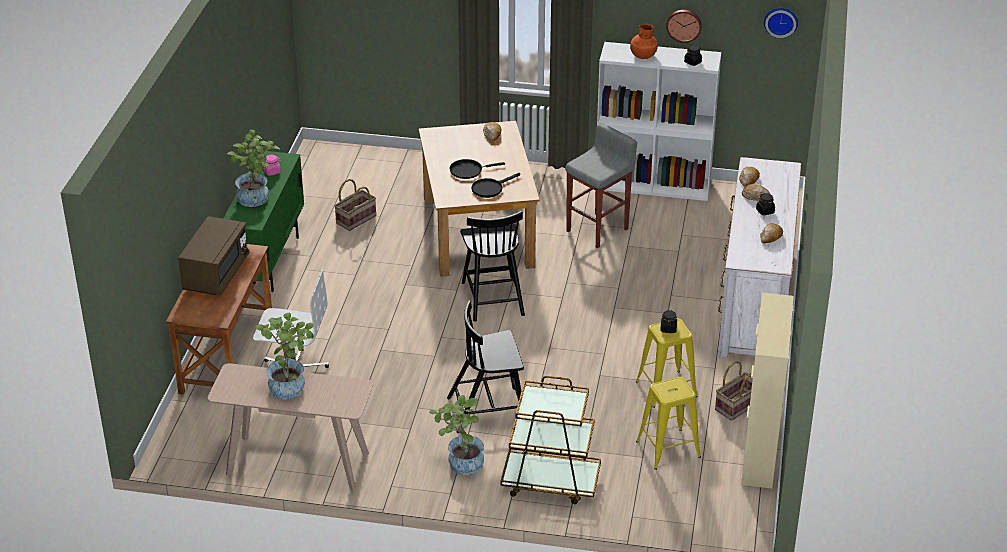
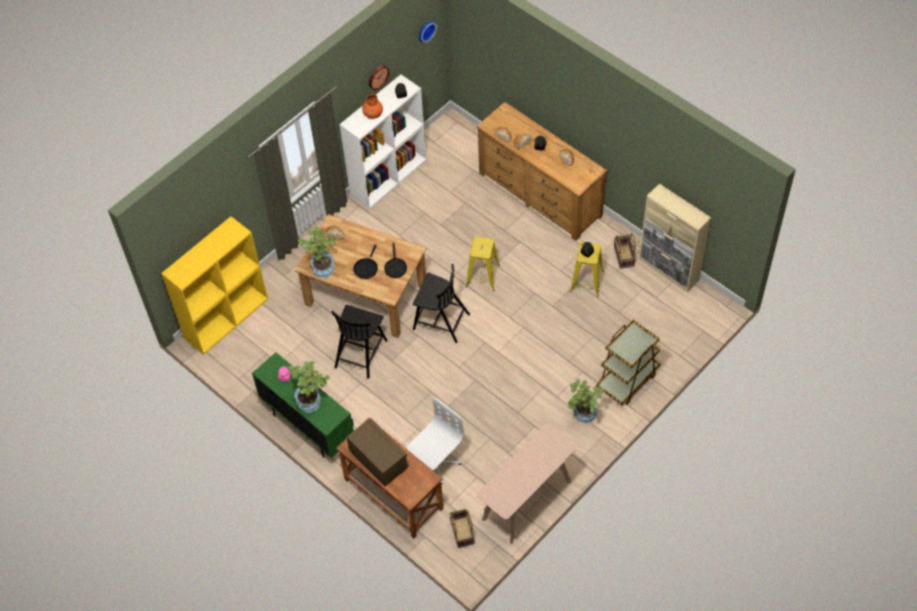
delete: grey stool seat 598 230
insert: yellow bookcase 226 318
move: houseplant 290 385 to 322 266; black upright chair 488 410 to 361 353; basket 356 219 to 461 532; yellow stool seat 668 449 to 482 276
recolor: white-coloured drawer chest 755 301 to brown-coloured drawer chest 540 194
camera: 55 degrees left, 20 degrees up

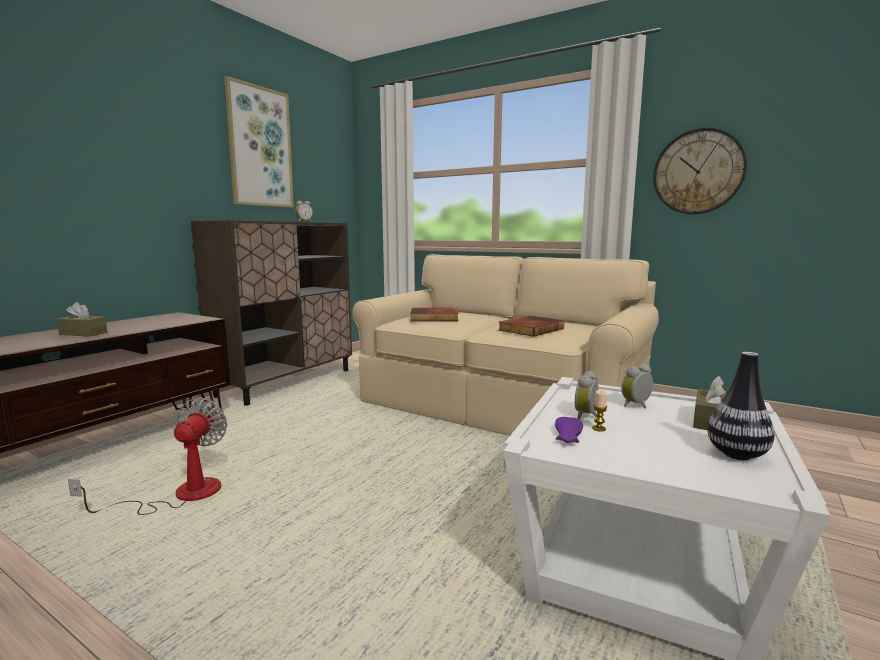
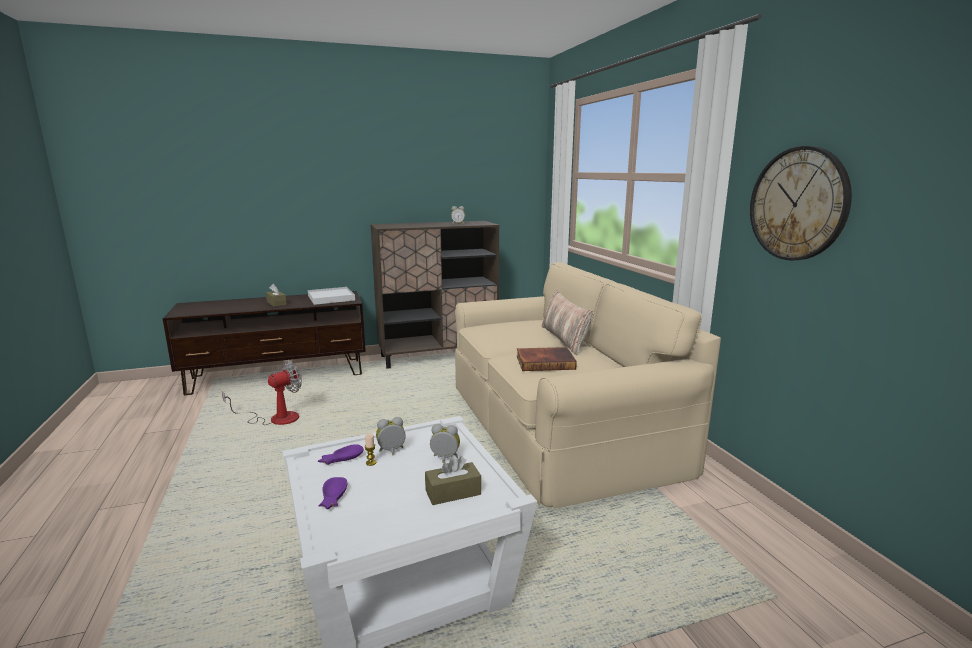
delete: wall picture 260 147; book 434 318; decorative vase 736 455
insert: white-coloured carrying tray 331 298; purplish serving bowl 332 498; pillow 564 339
camera: 40 degrees right, 5 degrees up

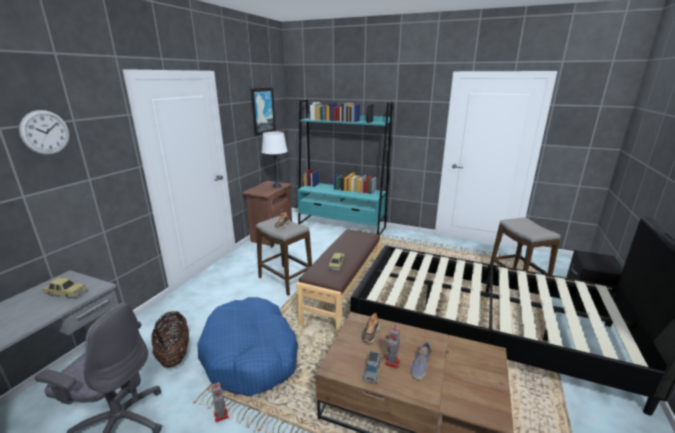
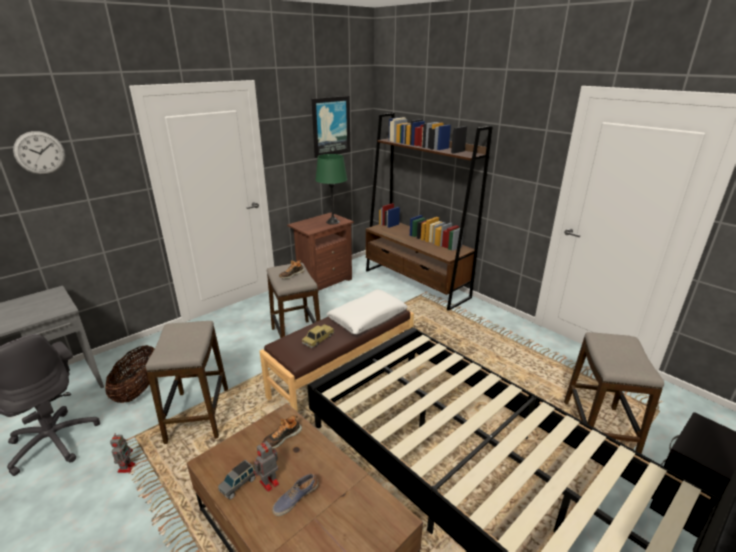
delete: model car 65 293
insert: white-coloured pillow 367 318
replace: blue-coloured dog cushion 251 354 to stool seat 198 415
recolor: white-coloured tabletop lamp 277 186 to green-coloured tabletop lamp 333 222; turquoise-coloured bookcase 341 226 to brown-coloured bookcase 416 284
camera: 25 degrees right, 5 degrees up

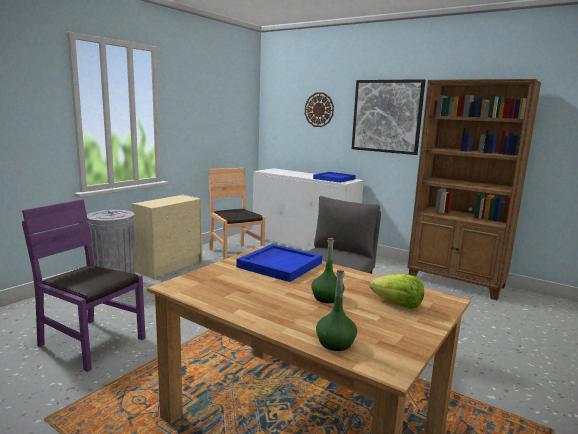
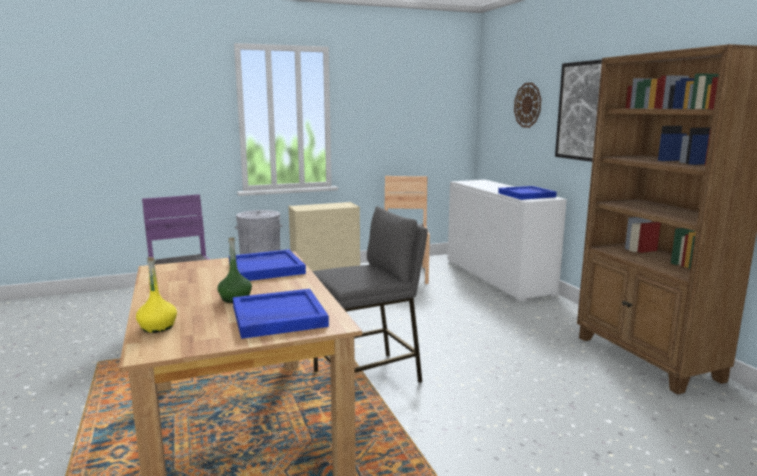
replace: lettuce 397 305 to blue-coloured carrying tray 278 317
recolor: green-coloured drink bottle 335 343 to yellow drink bottle 158 327
camera: 35 degrees right, 0 degrees up

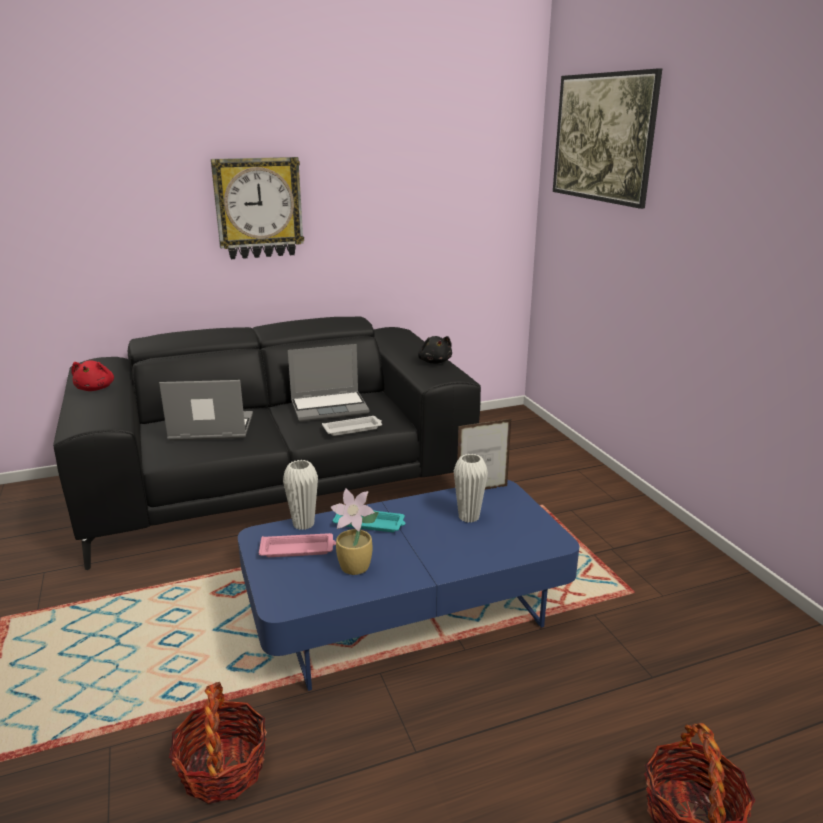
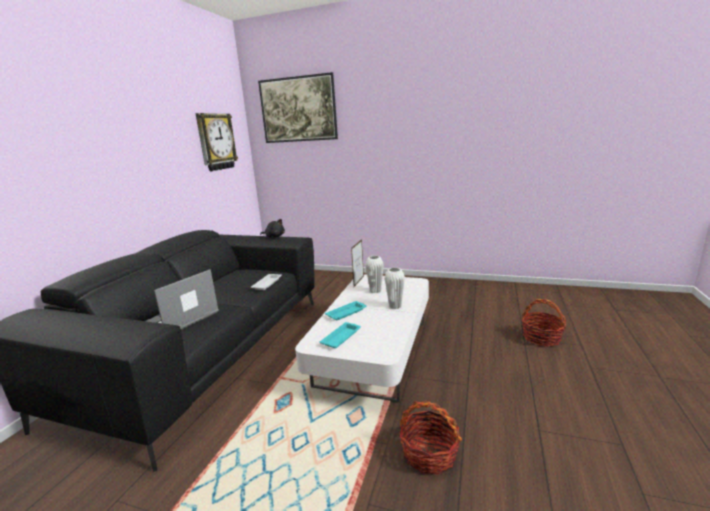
delete: reddish plush toy 96 388; laptop 330 407; houseplant 356 568
move: hanging clock 258 208 to 216 142; white-coloured decorative vase 303 524 to 395 306
recolor: blue-coloured coffee table 406 611 to white-coloured coffee table 374 352; pink-coloured carrying tray 298 549 to turquoise-coloured carrying tray 341 337
camera: 50 degrees left, 5 degrees down

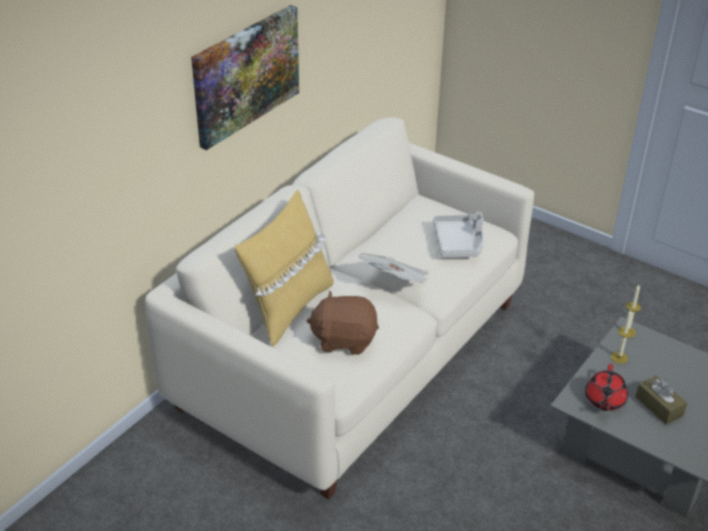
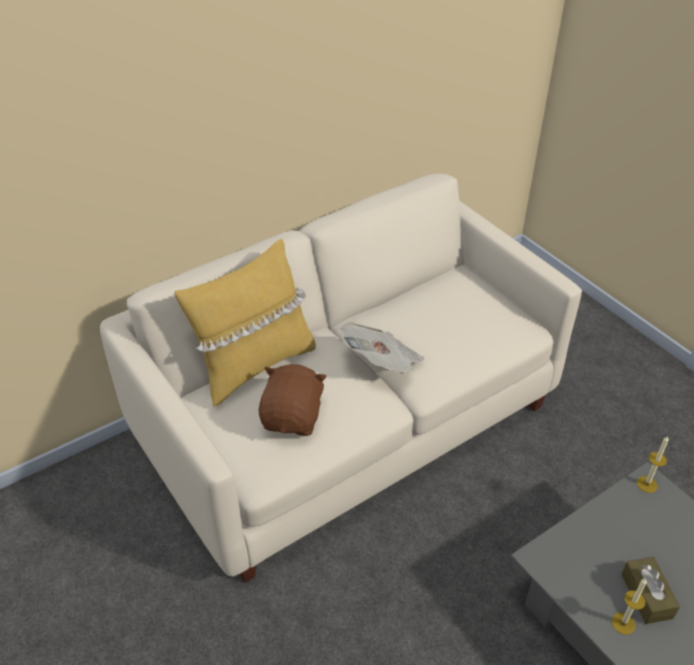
delete: wall picture 245 75; grey carrying tray 459 243; reddish teapot 604 400
move: candle 619 357 to 623 623
rotate: brown-coloured plush toy 344 339 = 293 417 75 degrees clockwise
camera: 20 degrees right, 5 degrees up

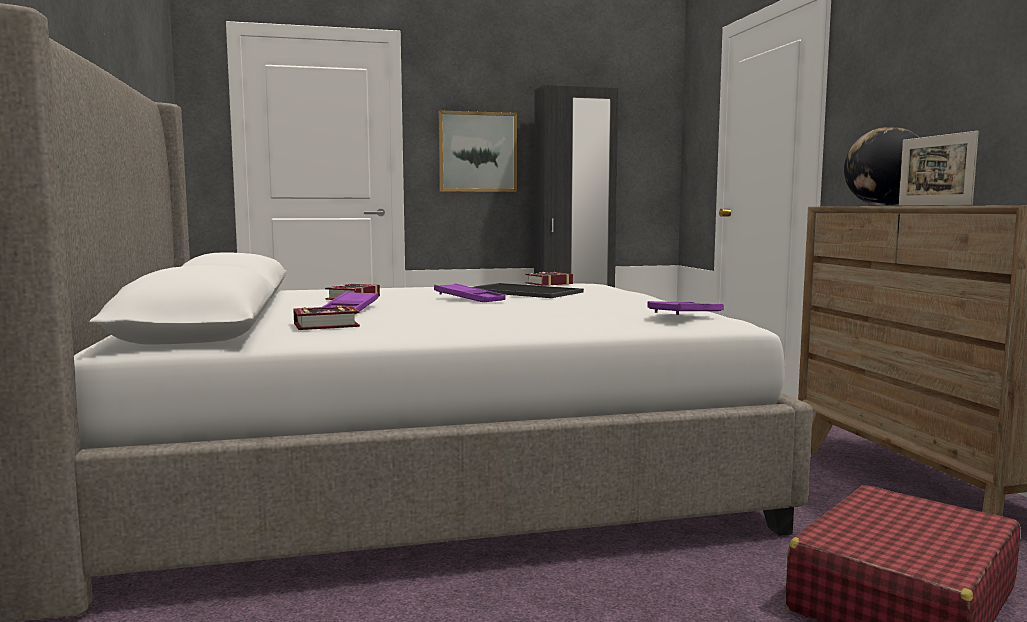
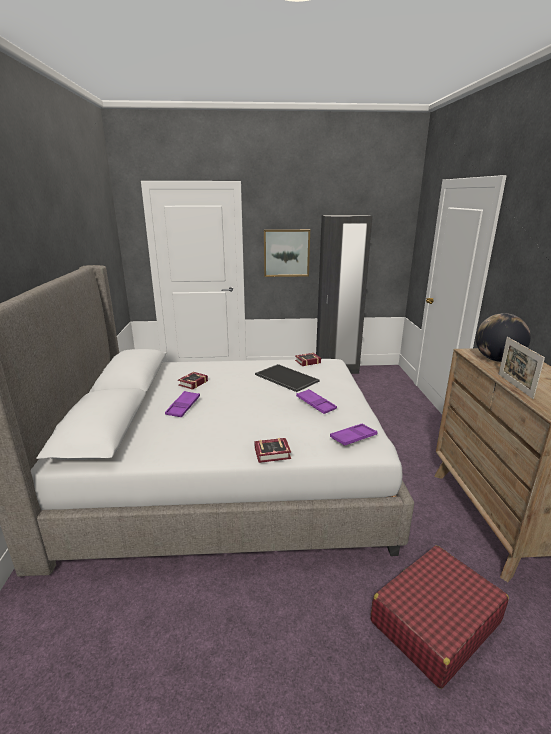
move: book 329 325 to 274 454; purplish carrying tray 469 299 to 316 404
camera: 10 degrees right, 15 degrees up

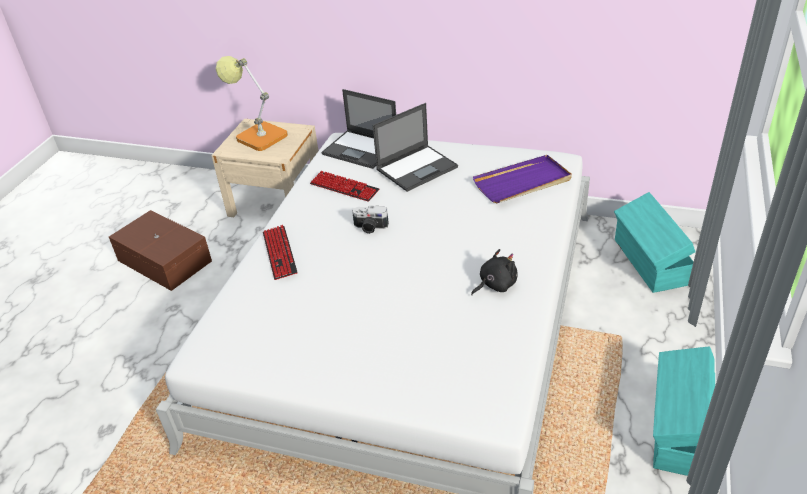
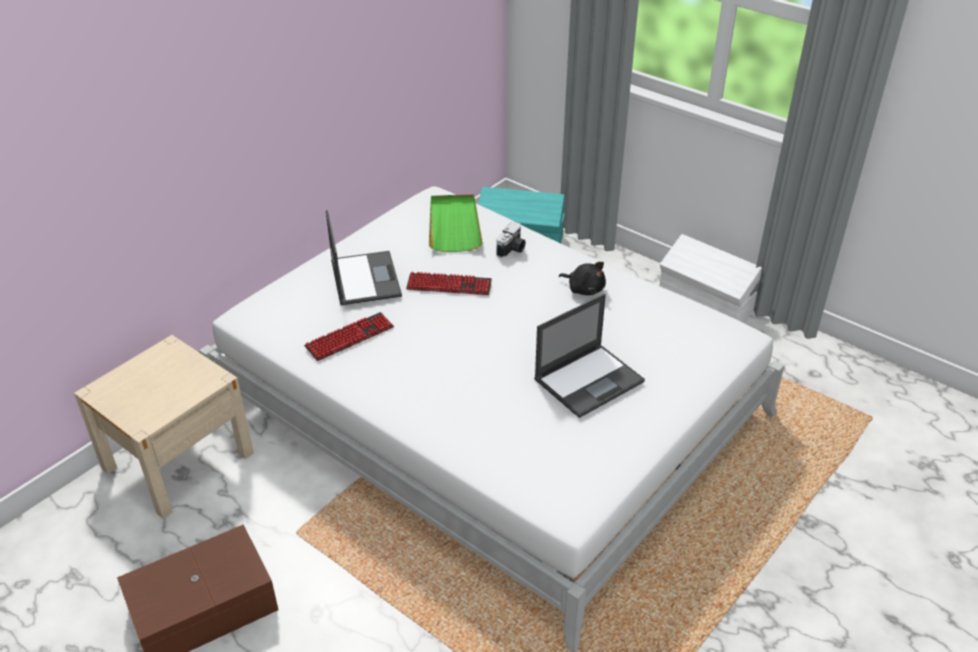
delete: tabletop lamp 257 135
move: PC keyboard 279 253 to 449 285; photo camera 370 228 to 512 249; laptop 361 149 to 589 380
recolor: purplish carrying tray 523 182 to green-coloured carrying tray 454 225; turquoise-coloured storage bin 679 430 to white-coloured storage bin 706 302
rotate: black plush toy 495 284 = 584 289 135 degrees clockwise
camera: 70 degrees left, 0 degrees up

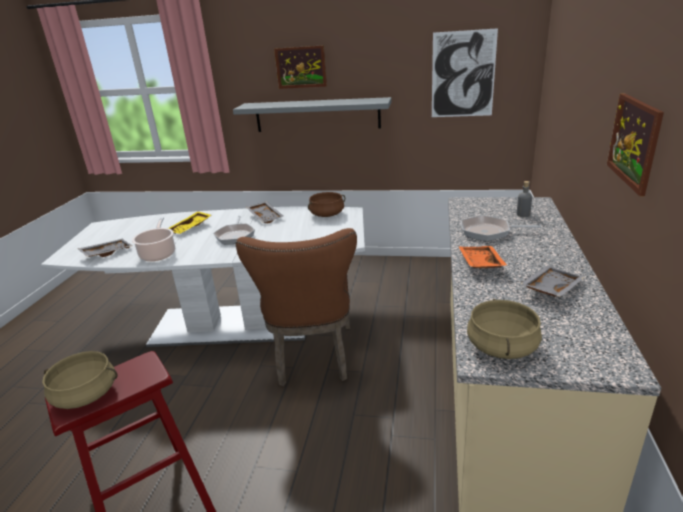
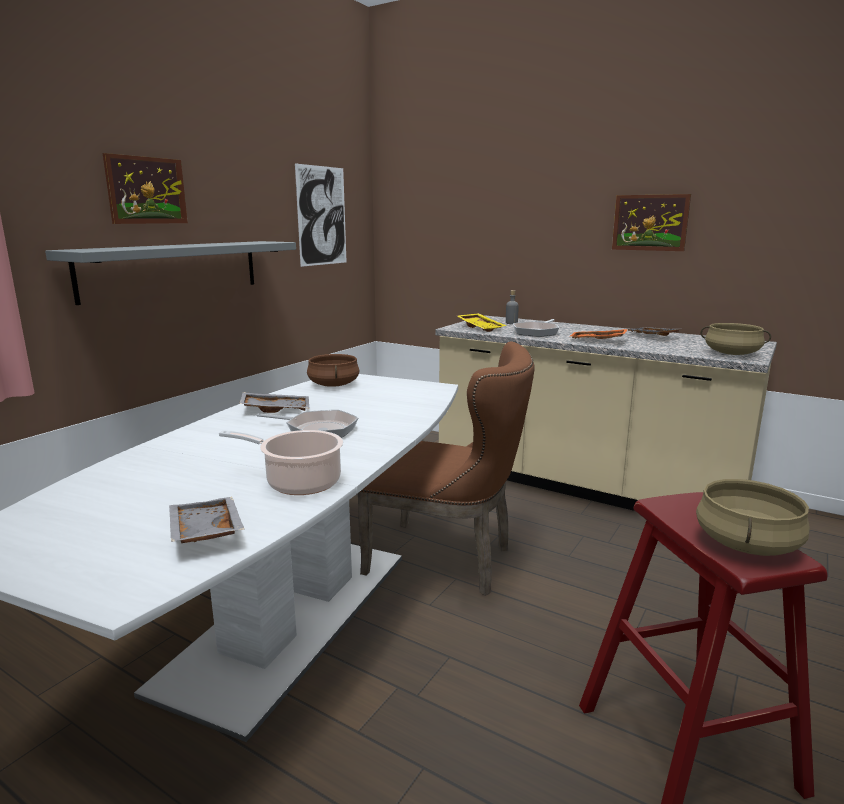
move: yellow carrying tray 191 228 to 481 328
camera: 70 degrees left, 10 degrees down

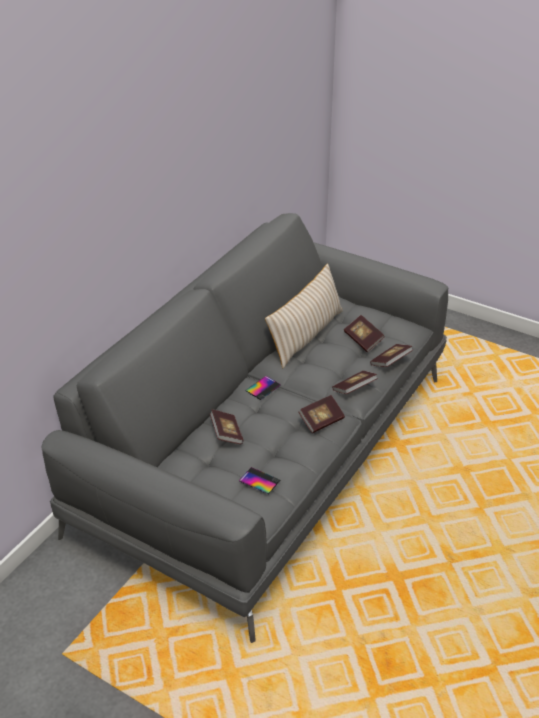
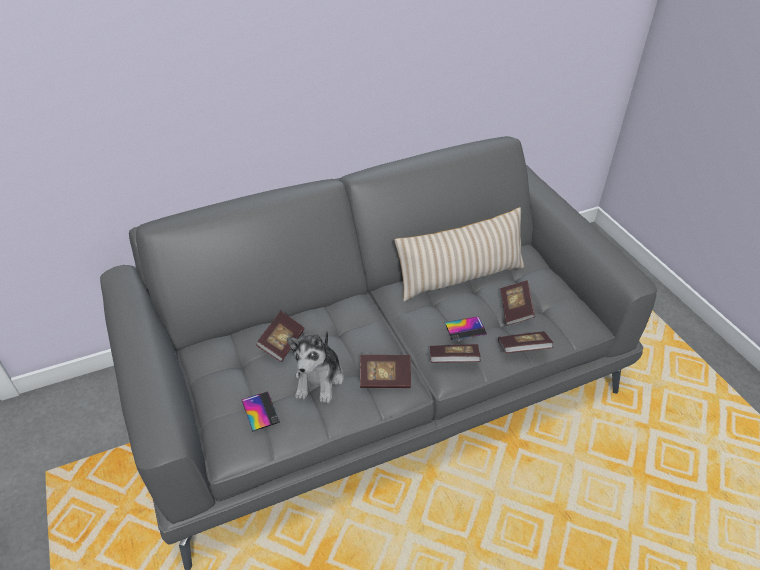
insert: plush toy 319 379
move: telephone 263 388 to 465 328
camera: 35 degrees right, 5 degrees up

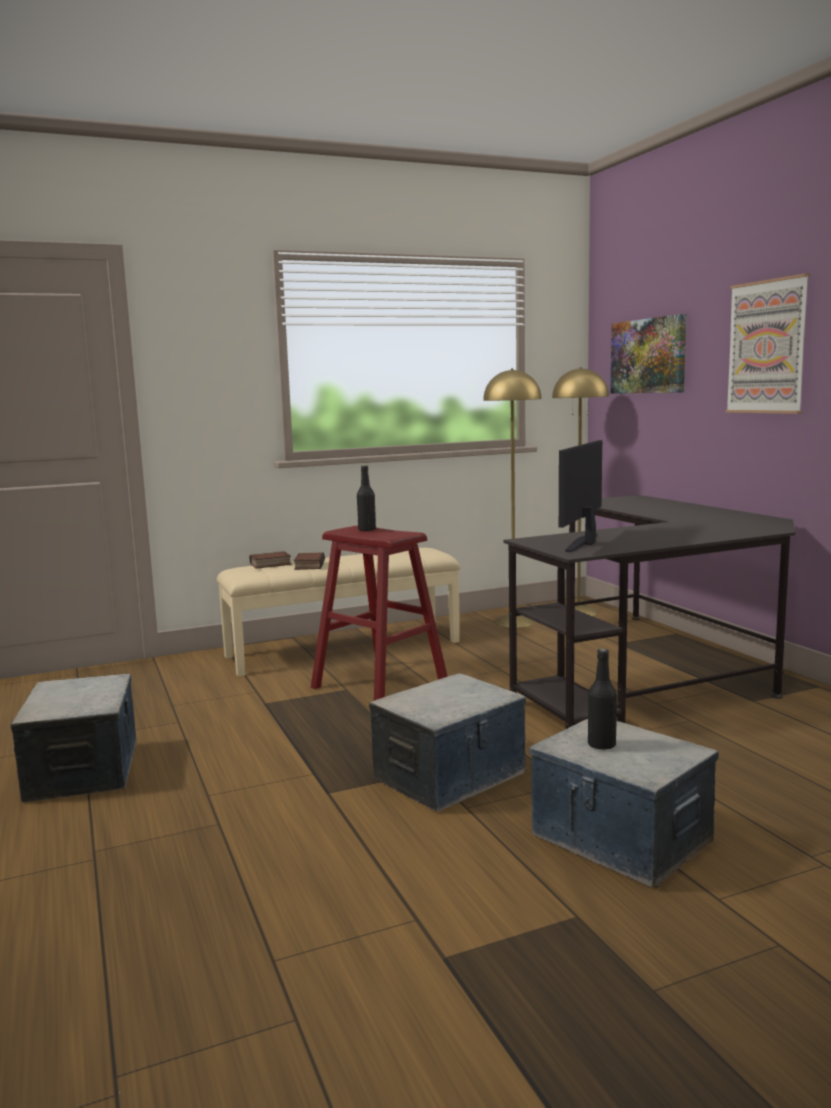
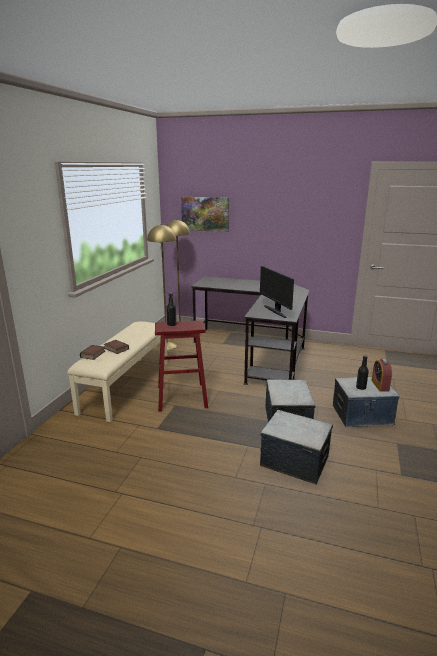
delete: wall picture 767 347
insert: table clock 380 385
move: storage bin 84 770 to 294 461
camera: 50 degrees left, 10 degrees up

